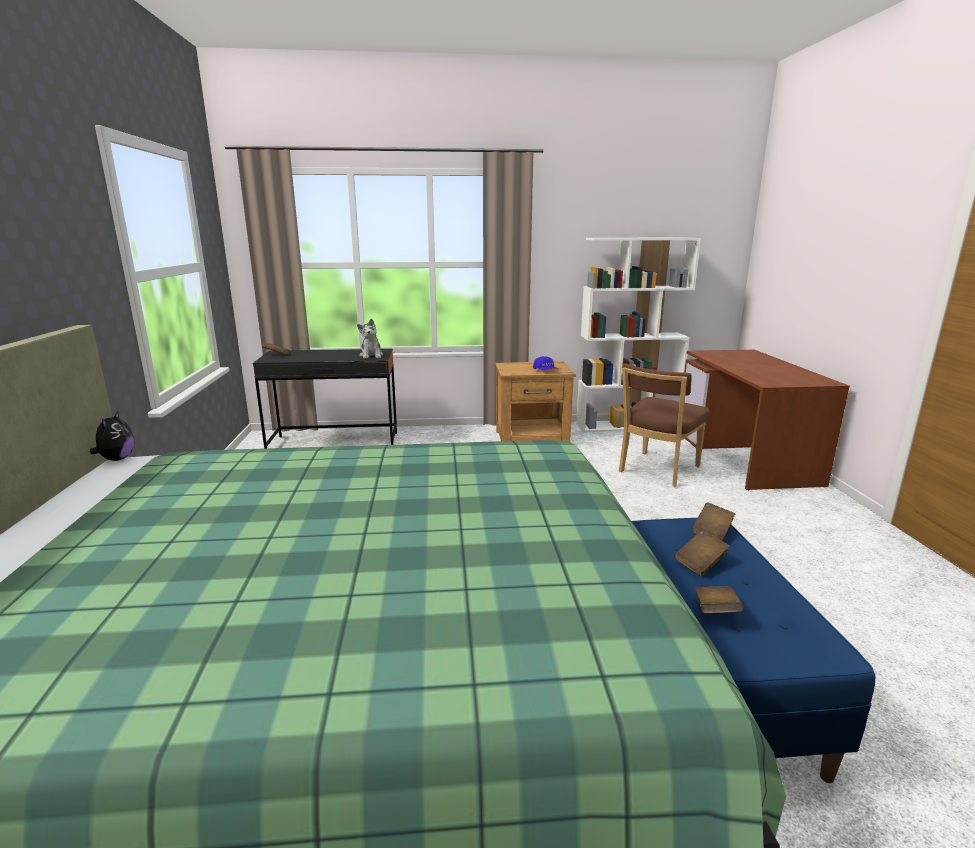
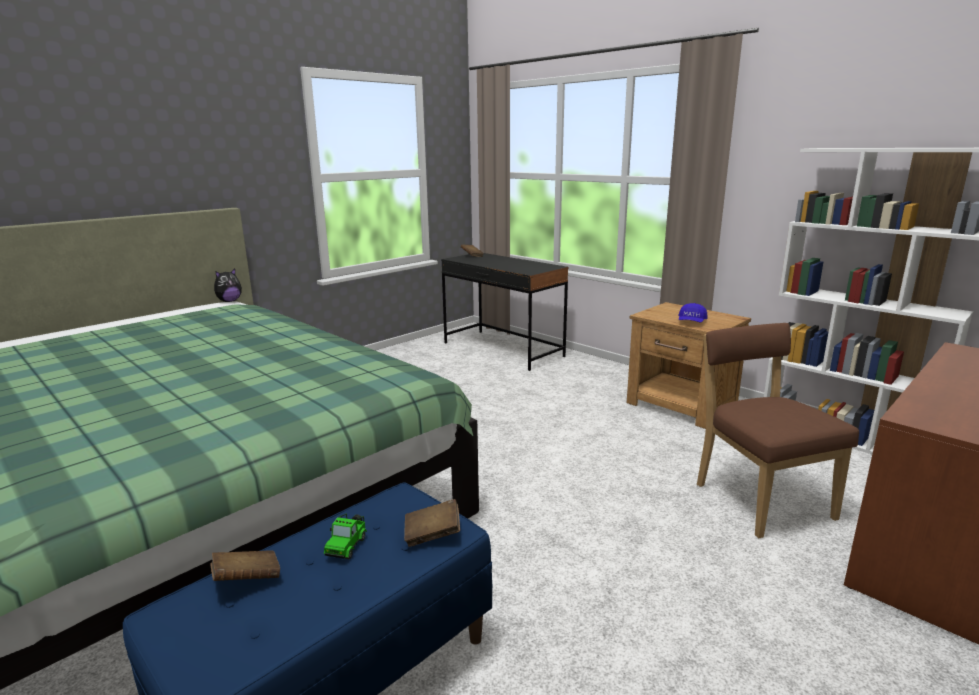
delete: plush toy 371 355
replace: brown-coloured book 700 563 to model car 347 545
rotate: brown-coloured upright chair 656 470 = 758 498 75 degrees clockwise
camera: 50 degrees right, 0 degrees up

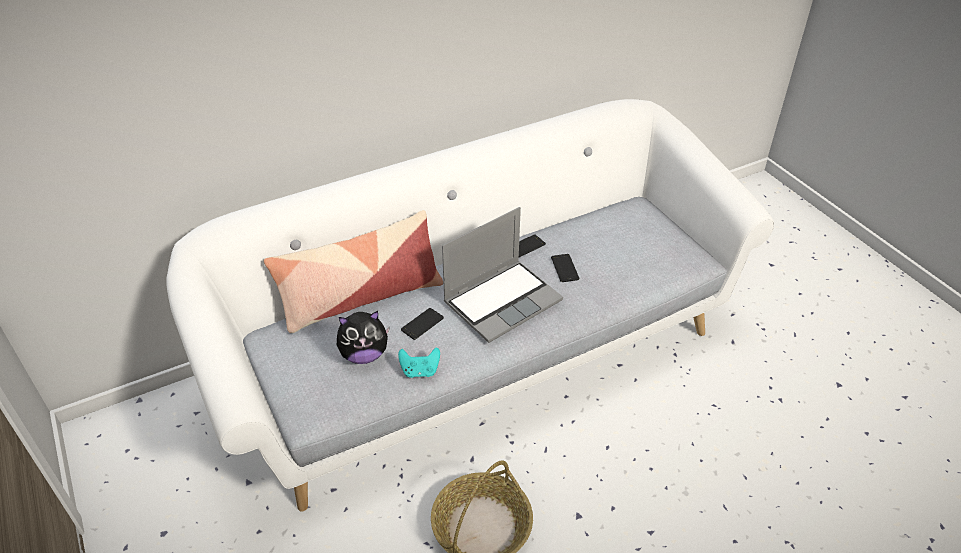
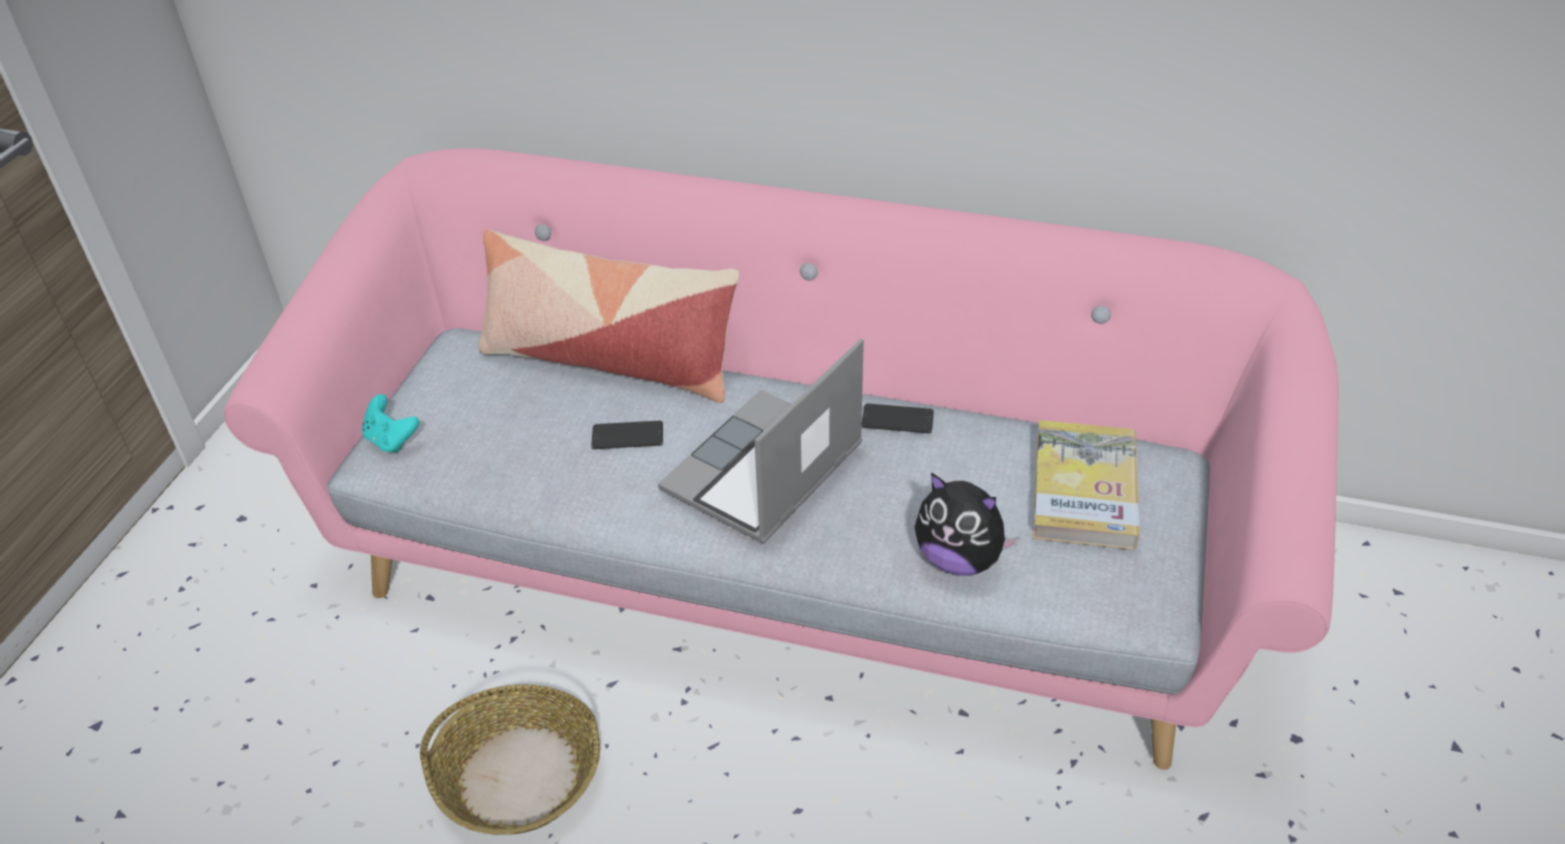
delete: telephone 564 268
insert: book 1084 489
move: turquoise-coloured game controller 420 371 to 392 440; plush toy 364 355 to 959 559
recolor: white-coloured settee 480 354 to pink-coloured settee 786 558
rotate: laptop 503 300 = 764 472 120 degrees clockwise
camera: 45 degrees right, 0 degrees up

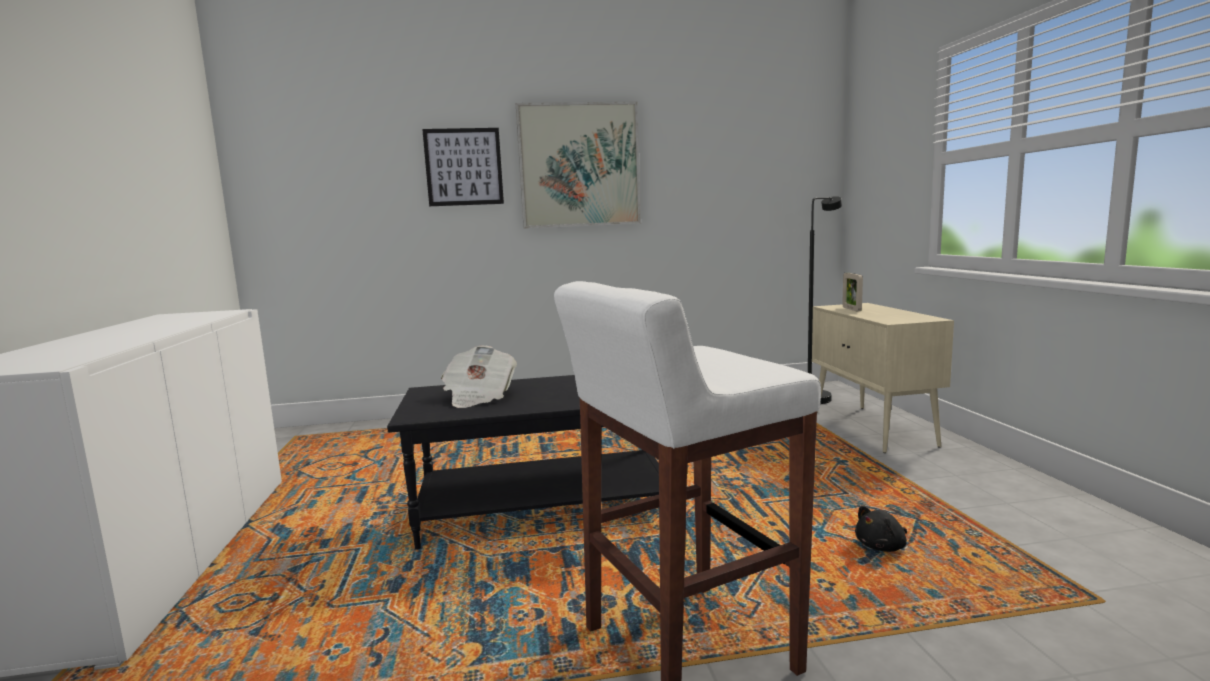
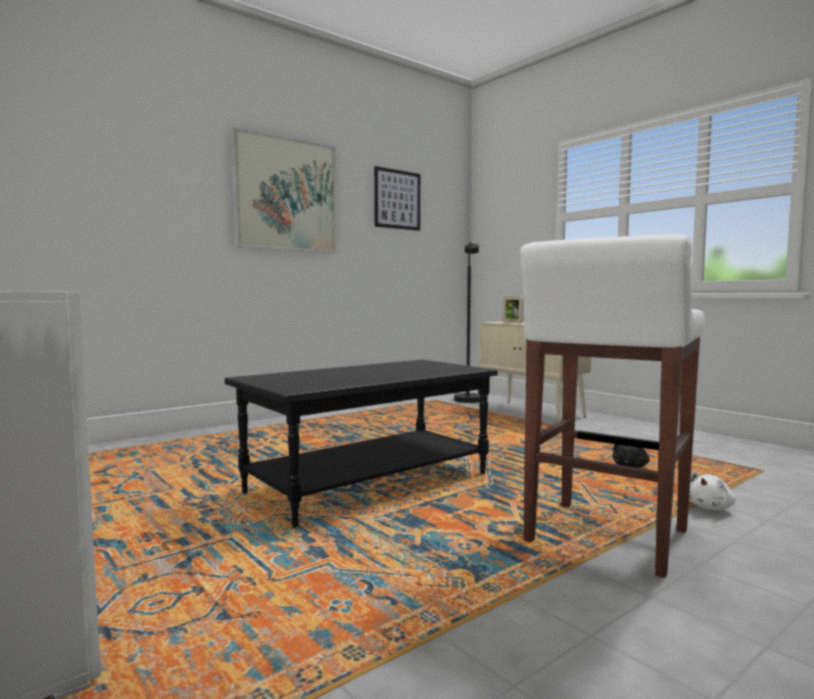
delete: printed paper 479 396
insert: white-coloured plush toy 710 507
move: wall picture 464 167 to 397 199
camera: 30 degrees left, 5 degrees down

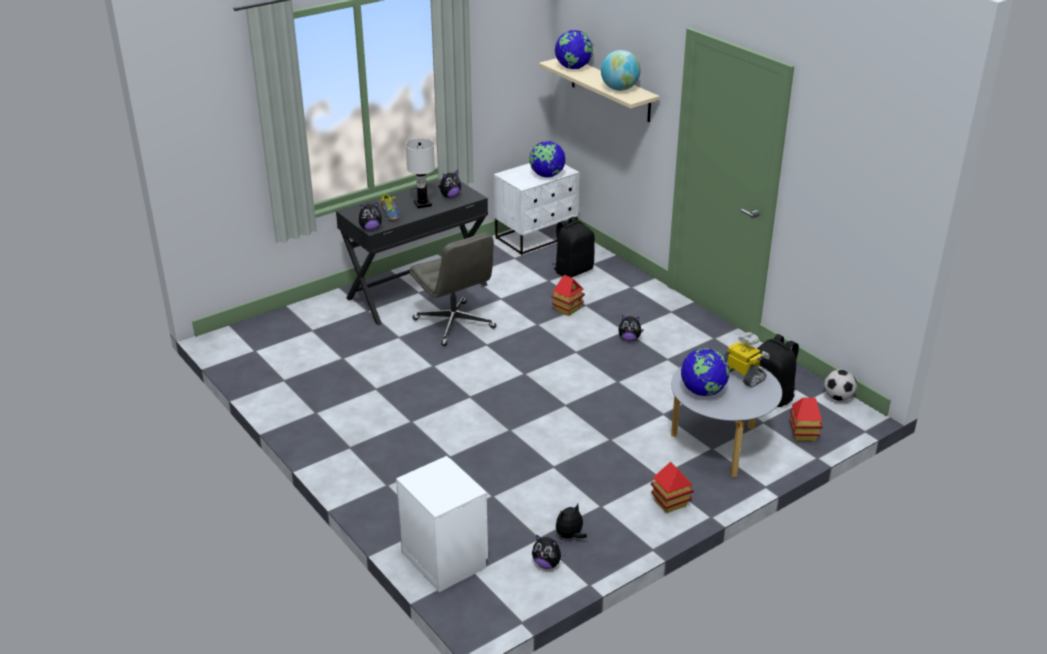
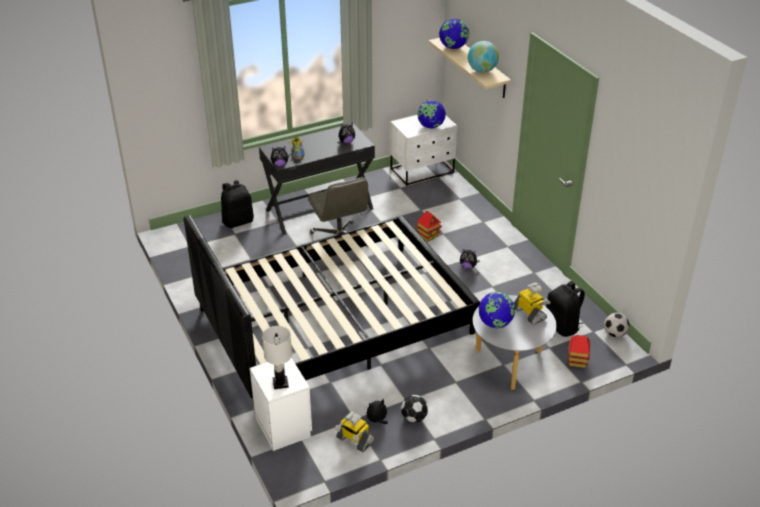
delete: model house 670 503
insert: black sleeping bed 334 321; ball for football 413 418
move: black rucksack 573 270 to 238 221; white-coloured tabletop lamp 423 204 to 280 383
replace: plush toy 547 564 to model robot 354 440
camera: 10 degrees right, 5 degrees up

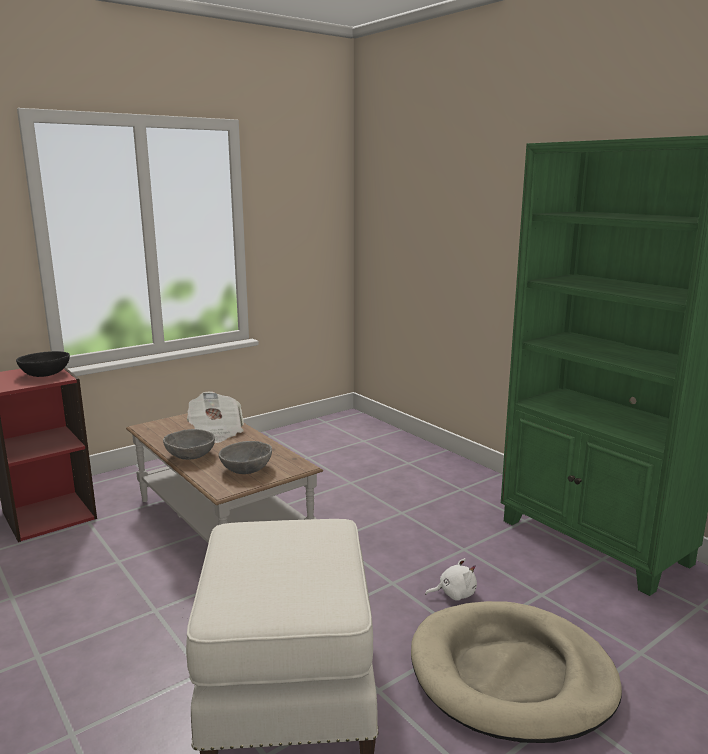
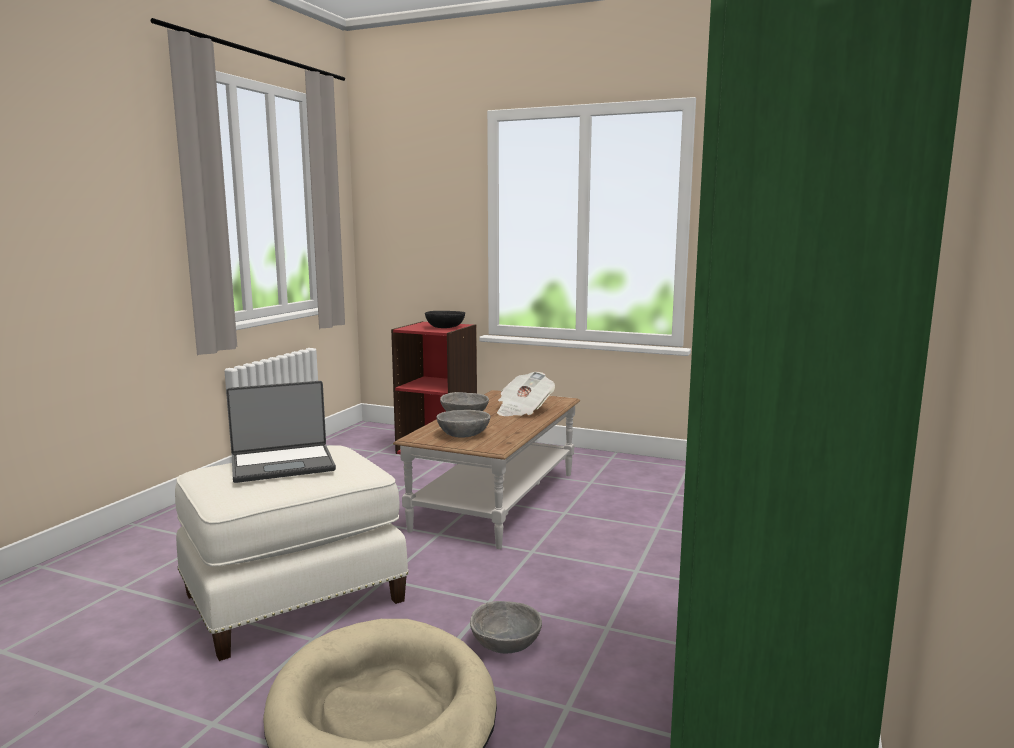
insert: laptop 282 464
replace: white-coloured plush toy 454 594 to grey serving bowl 505 643
camera: 60 degrees right, 5 degrees down

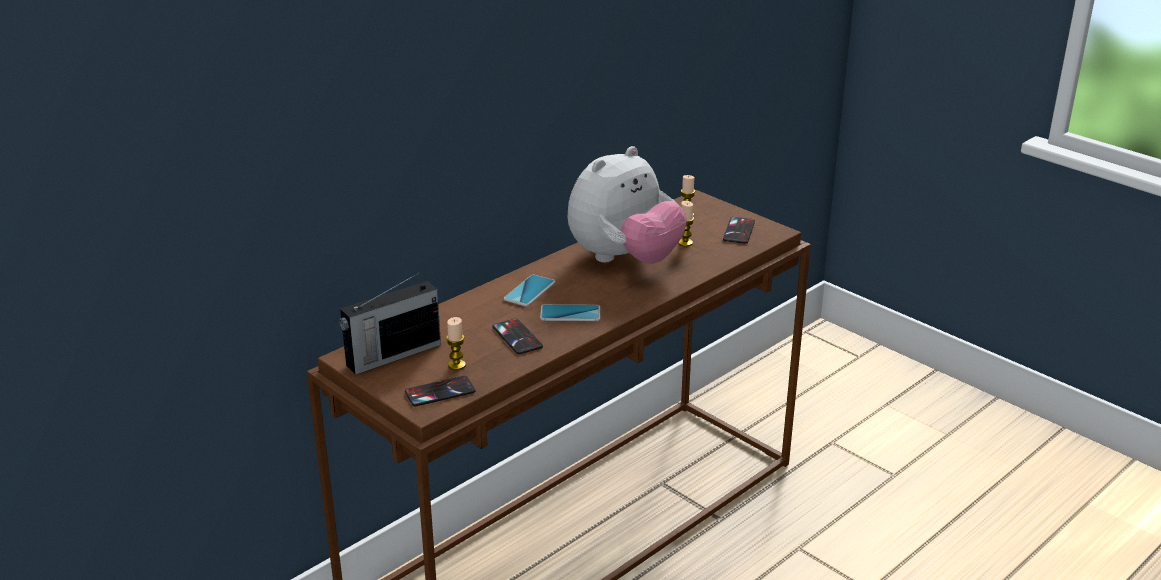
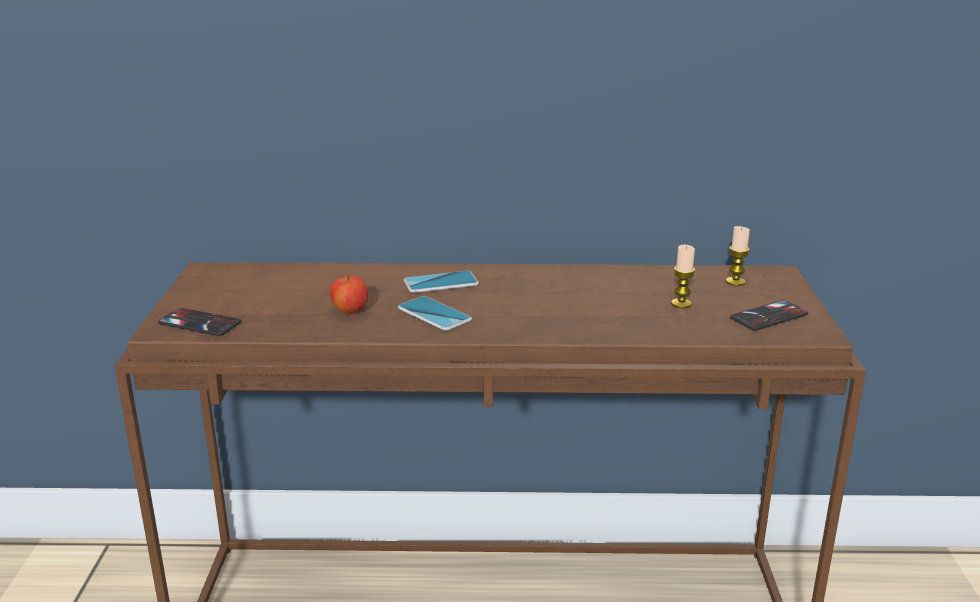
delete: radio set 392 355; candle 456 365; plush toy 624 259
replace: telephone 517 337 to apple 350 312
camera: 45 degrees right, 5 degrees down

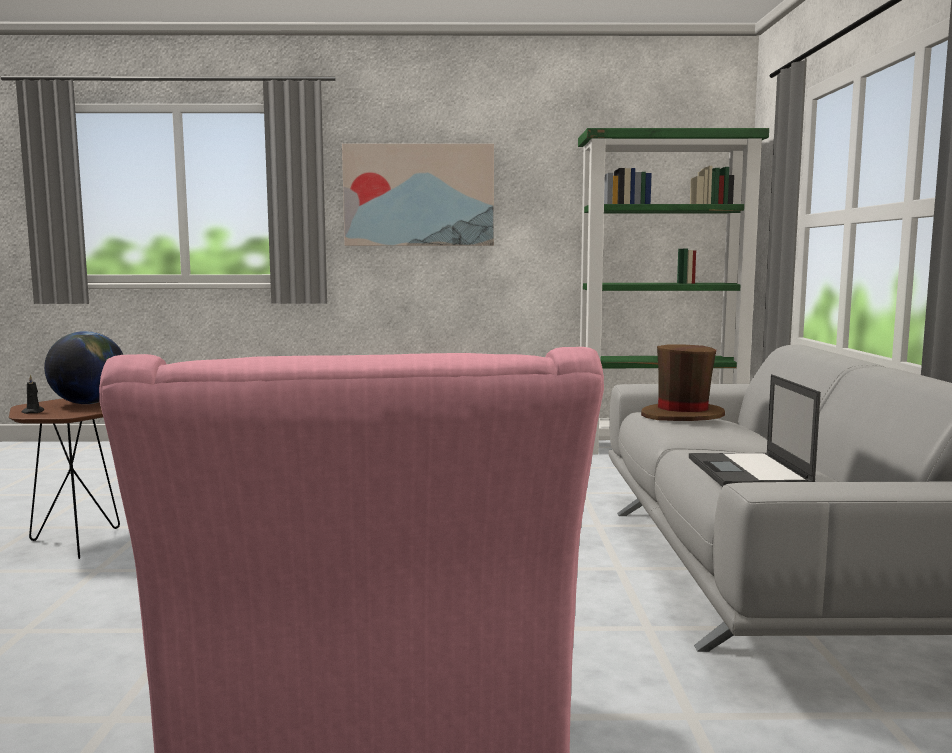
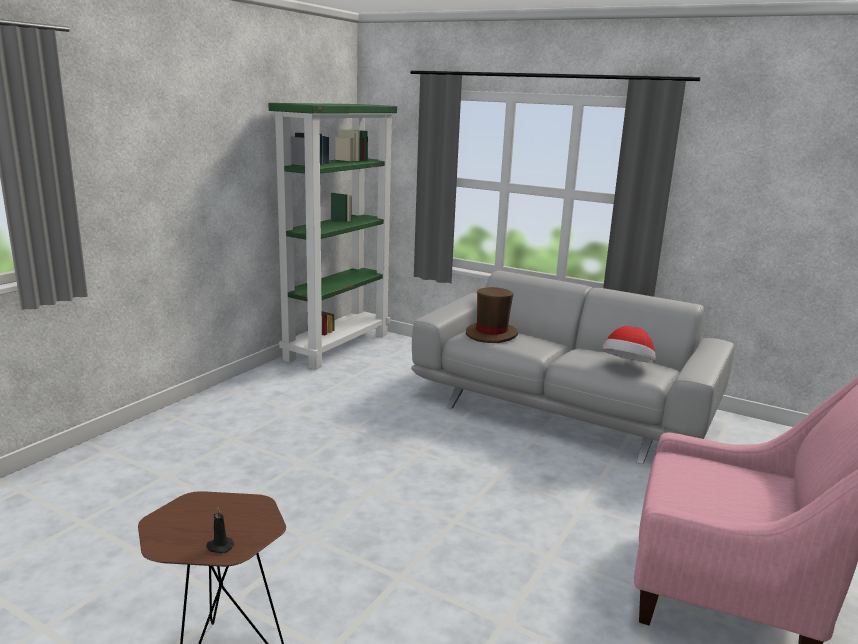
delete: globe 88 403; wall picture 419 195
replace: laptop 749 471 to clothing hat 627 366
camera: 60 degrees left, 10 degrees up

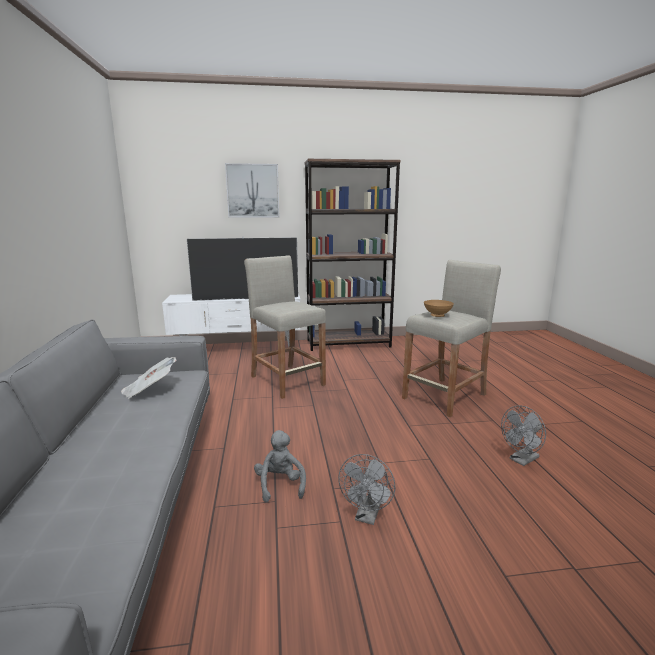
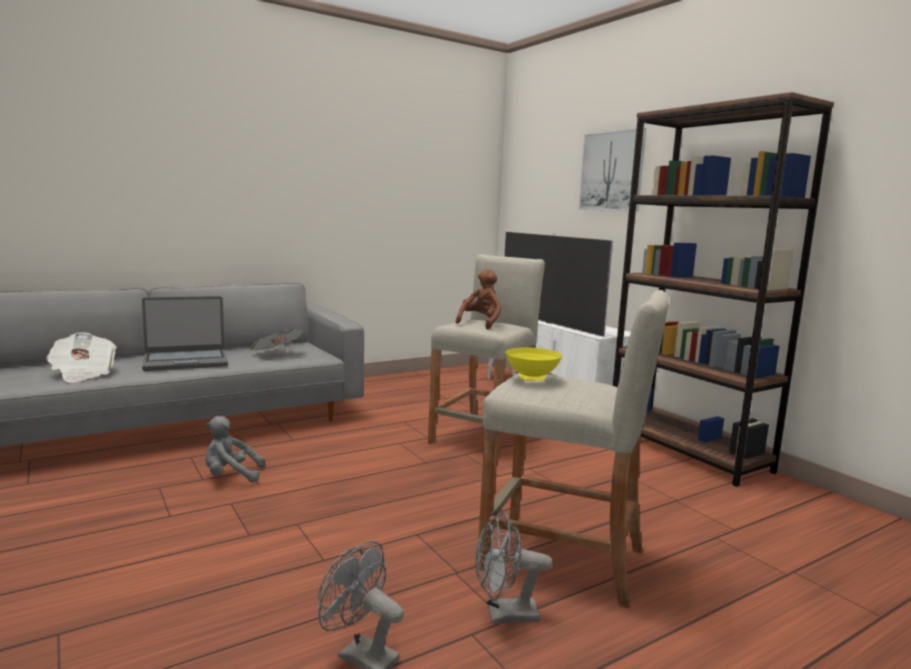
insert: printed paper 83 374; laptop 186 361; brown-coloured plush toy 481 323
move: grey cooling fan 367 516 to 504 615
recolor: brown-coloured serving bowl 437 316 to yellow serving bowl 532 379
rotate: grey plush toy 280 485 = 231 476 150 degrees counterclockwise
camera: 65 degrees right, 5 degrees down

